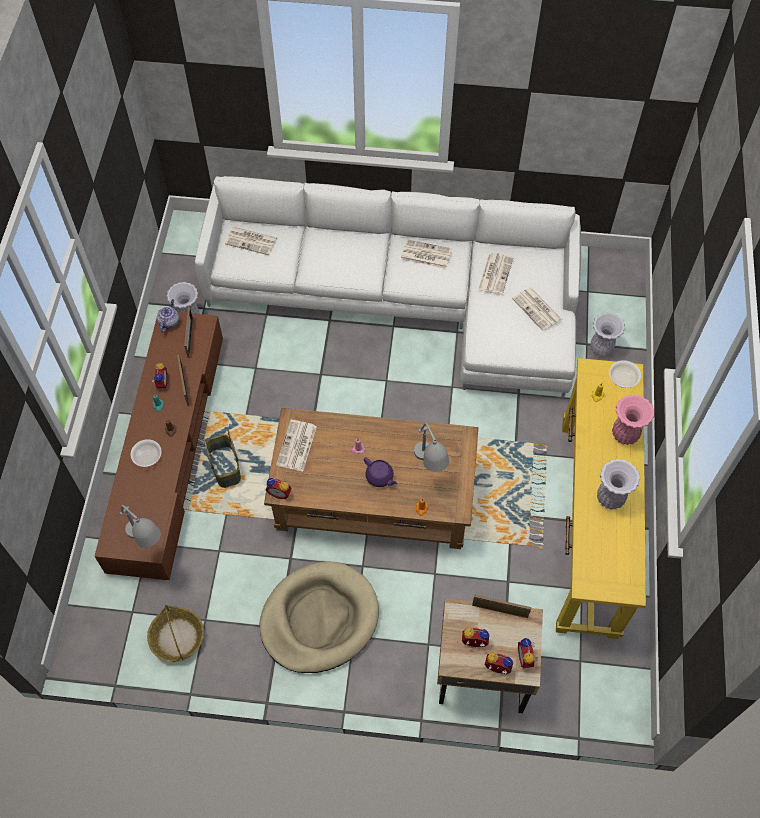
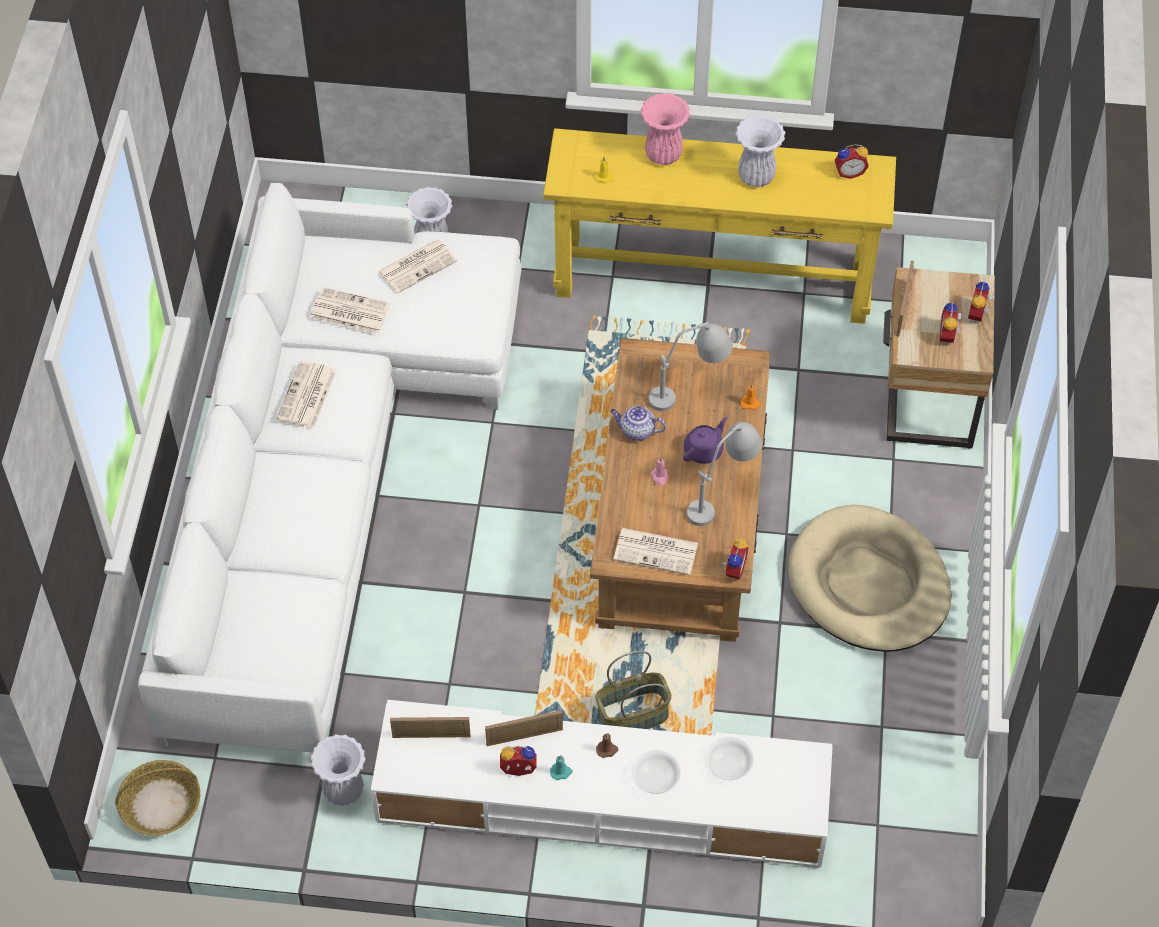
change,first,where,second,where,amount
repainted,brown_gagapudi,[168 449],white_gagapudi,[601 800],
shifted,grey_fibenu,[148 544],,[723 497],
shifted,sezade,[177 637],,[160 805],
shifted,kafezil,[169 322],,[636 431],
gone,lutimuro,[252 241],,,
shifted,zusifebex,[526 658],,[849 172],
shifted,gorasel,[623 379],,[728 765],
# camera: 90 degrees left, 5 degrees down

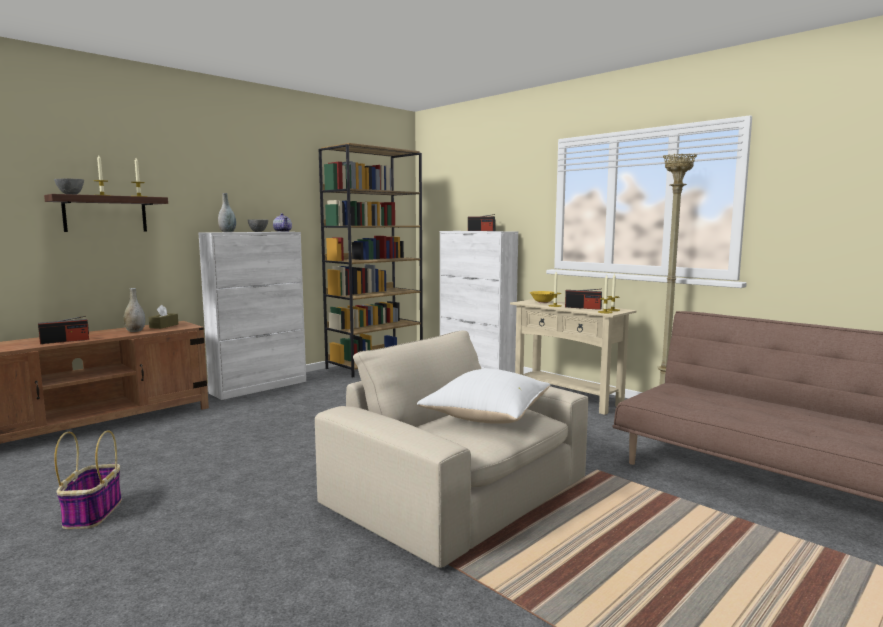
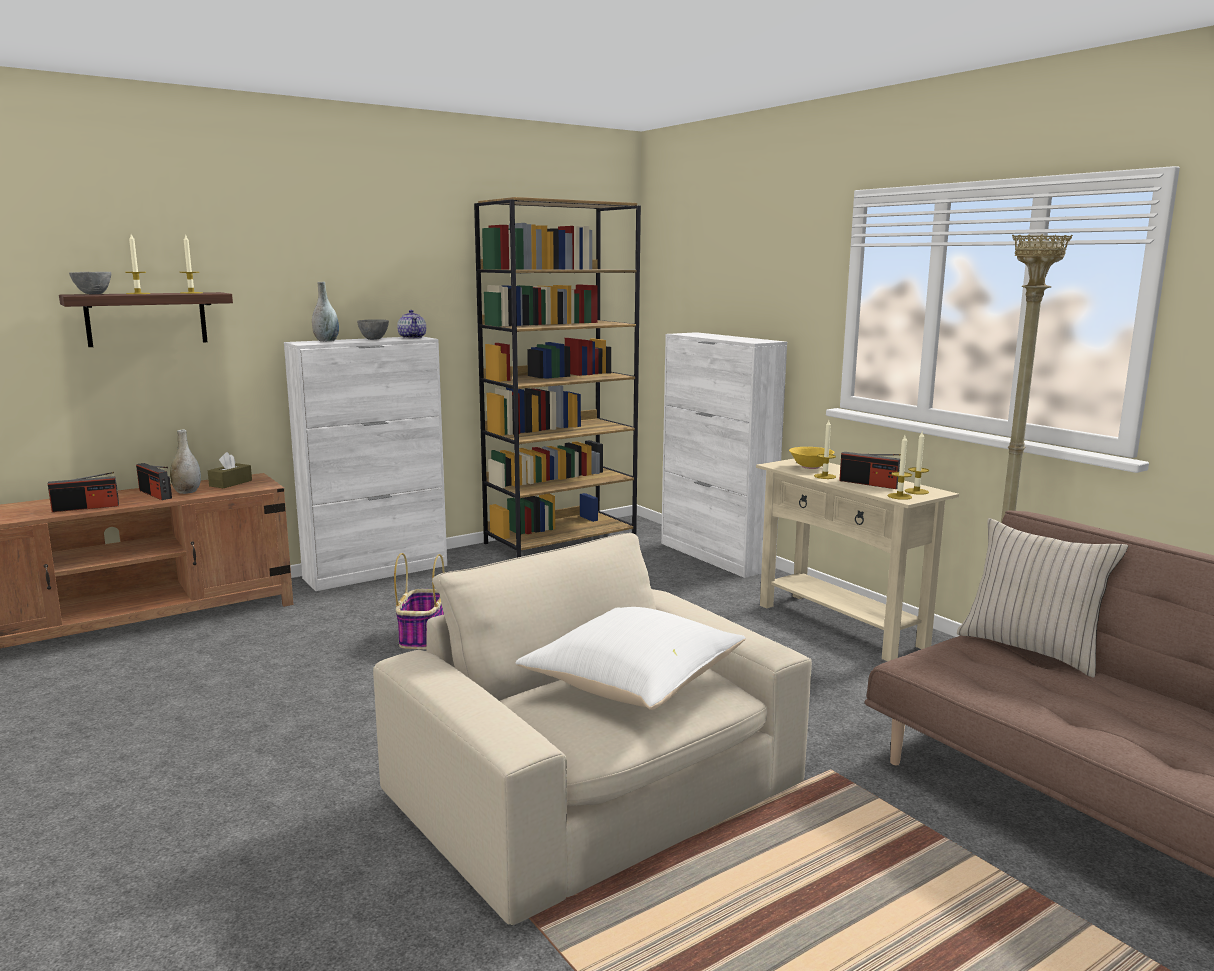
change,first,where,second,where,amount
shifted,sezade,[93 512],,[422 636],
shifted,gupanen,[481 231],,[155 494],
new,,,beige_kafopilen,[1031 649],
# camera: 10 degrees right, 5 degrees up

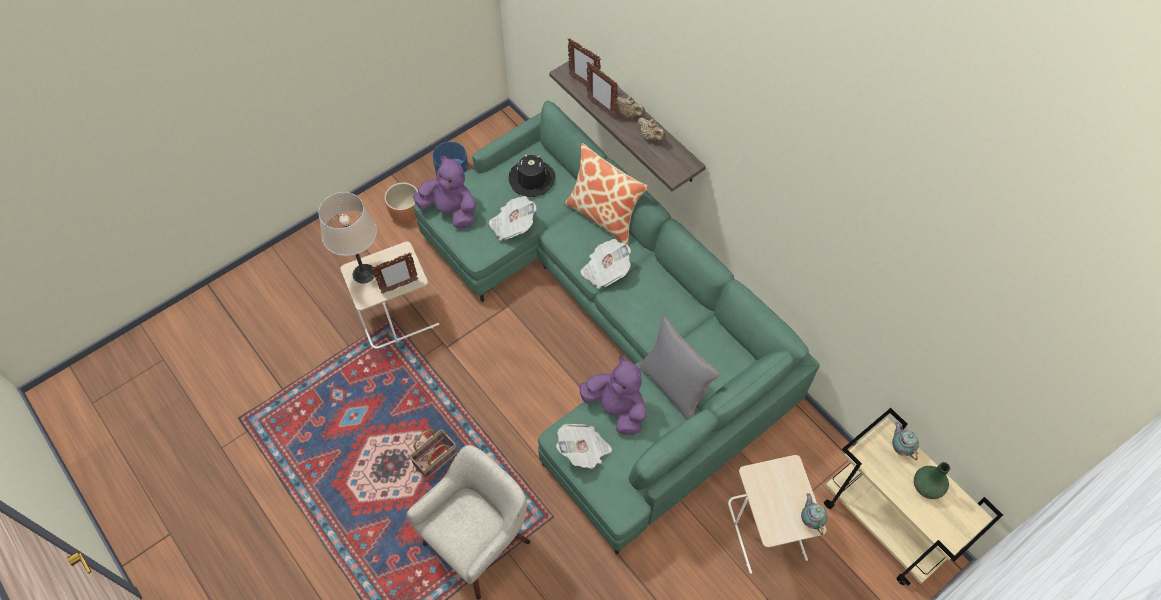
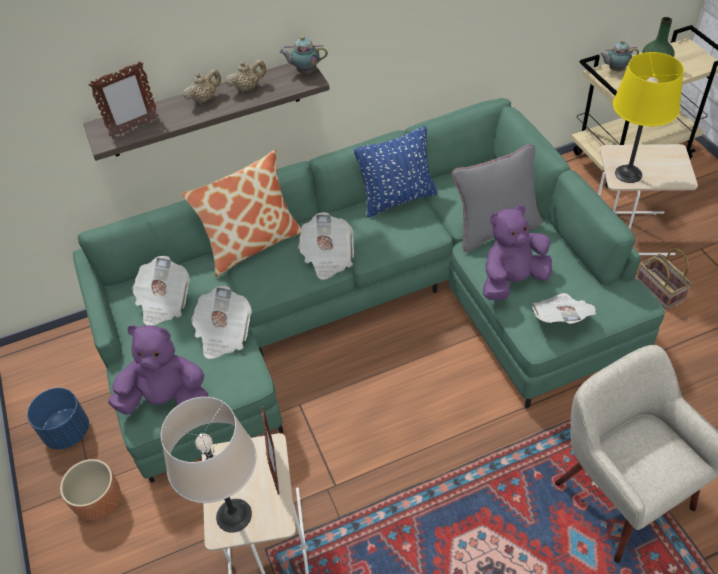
change,first,where,second,where,amount
shifted,sezade,[435 457],,[658 290],
rotated,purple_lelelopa,[450 211],,[166 399],45 degrees clockwise
swapped,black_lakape,[531 179],lutimuro,[164 302],
gone,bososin,[601 108],,,
shifted,kafezil,[810 519],,[305 71],
new,,,blue_kafopilen,[398 199],
new,,,yellow_fibenu,[628 174],
# camera: 70 degrees left, 10 degrees down

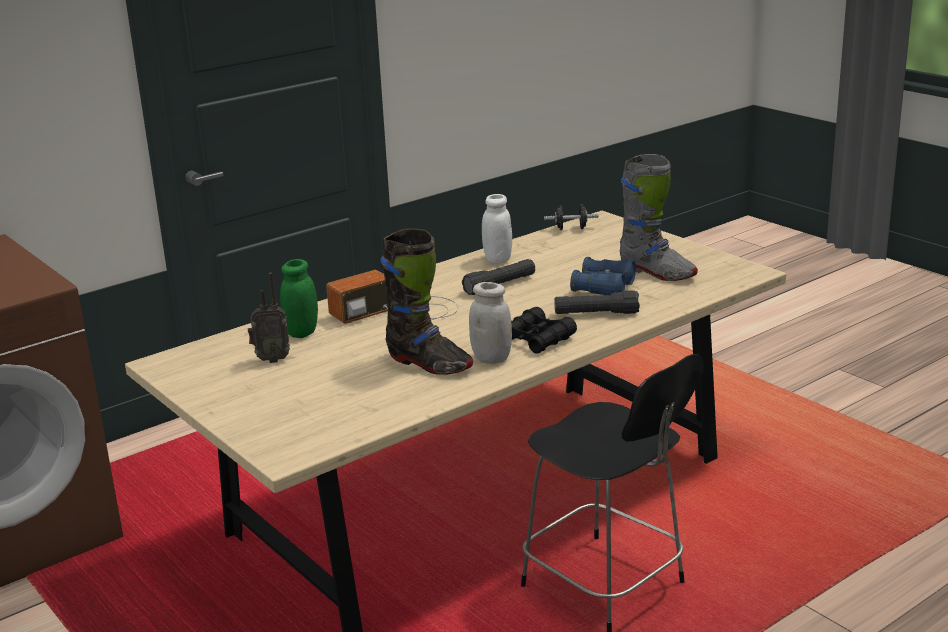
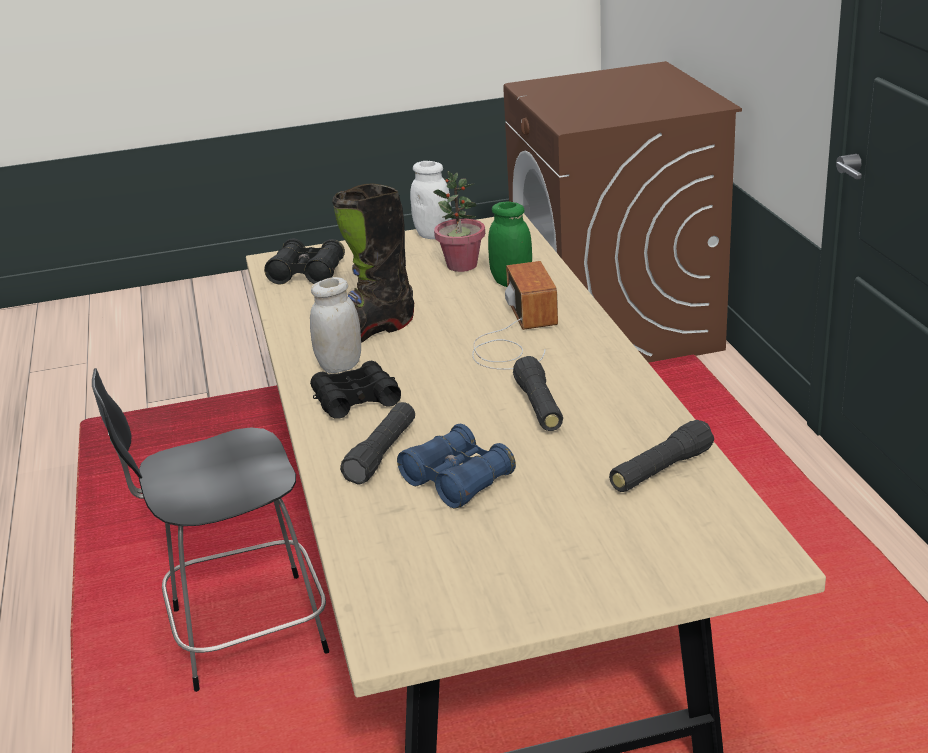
change,first,where,second,where,amount
swapped,gupanen,[271 359],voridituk,[462 265],
shifted,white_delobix,[497 259],,[433 235],
gone,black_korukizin,[571 229],,,
gone,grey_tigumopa,[657 273],,,
new,,,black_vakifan,[307 274],
new,,,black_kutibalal,[661 470],
# camera: 115 degrees right, 5 degrees up

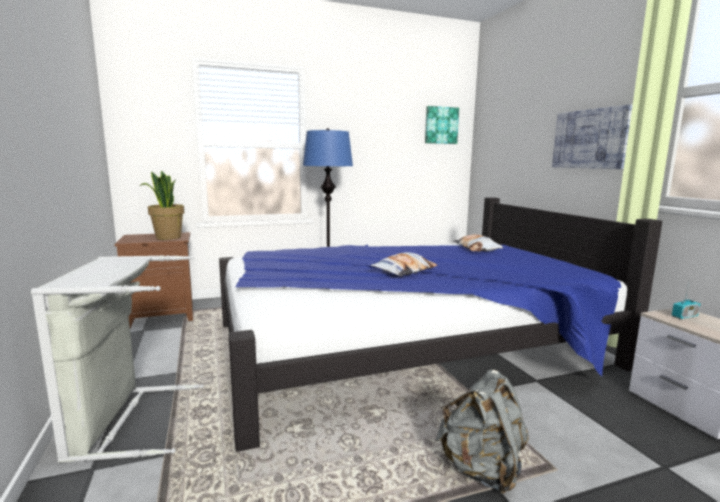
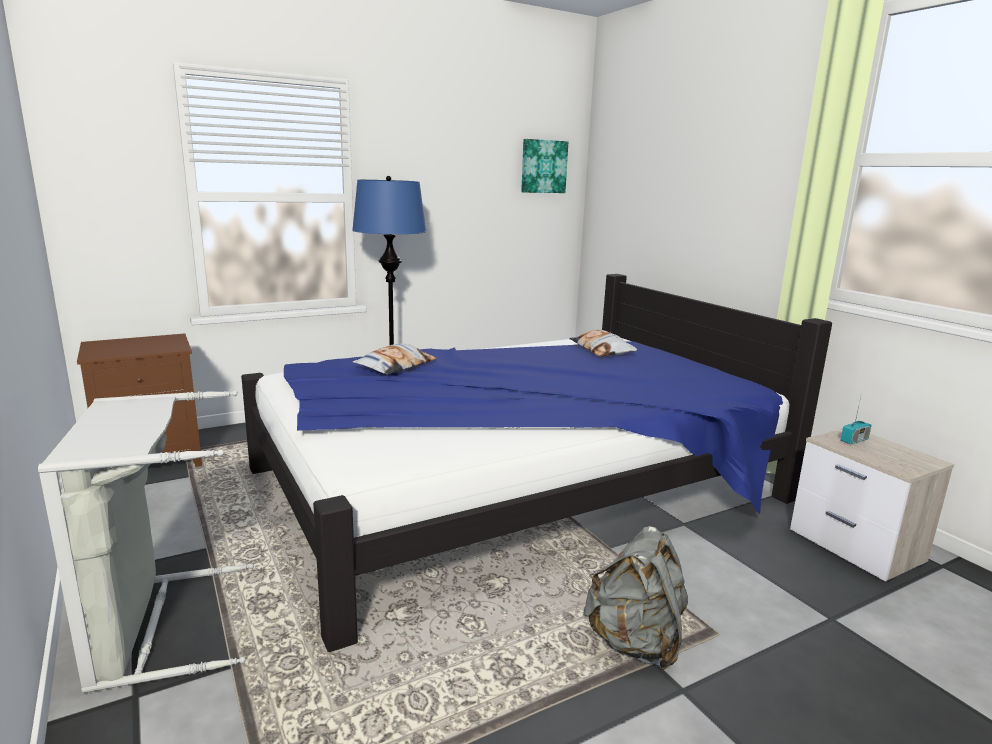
change,first,where,second,where,amount
gone,voridituk,[168 237],,,
shifted,kafopilen,[404 270],,[395 366],
gone,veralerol,[590 139],,,
# camera: 10 degrees left, 5 degrees up

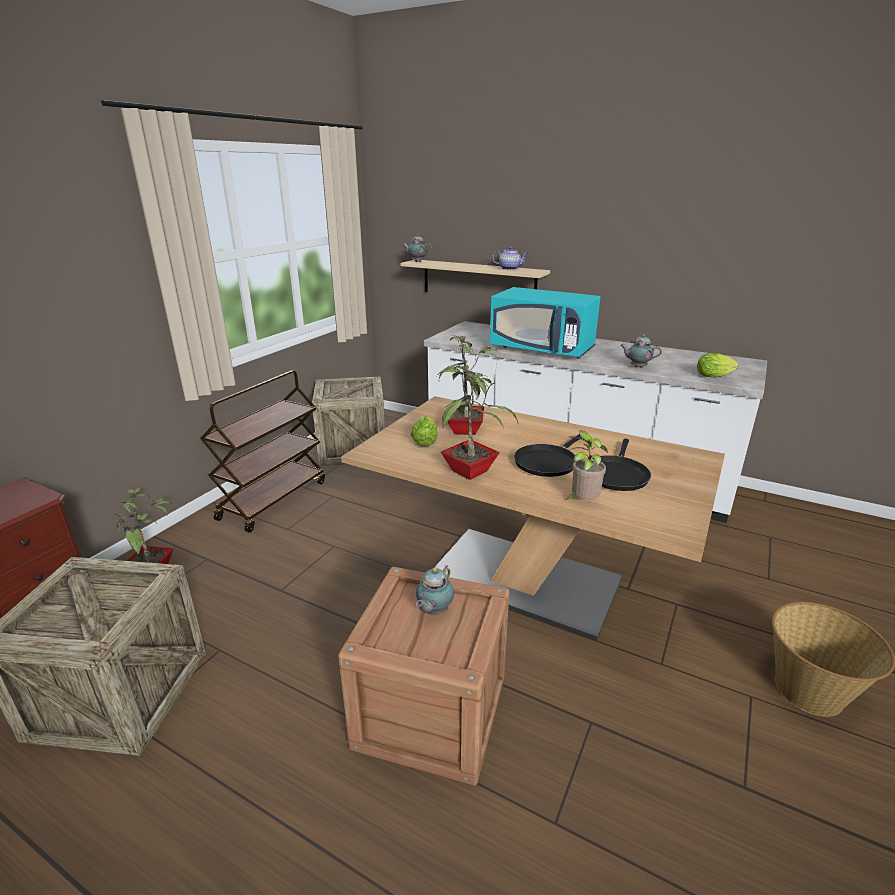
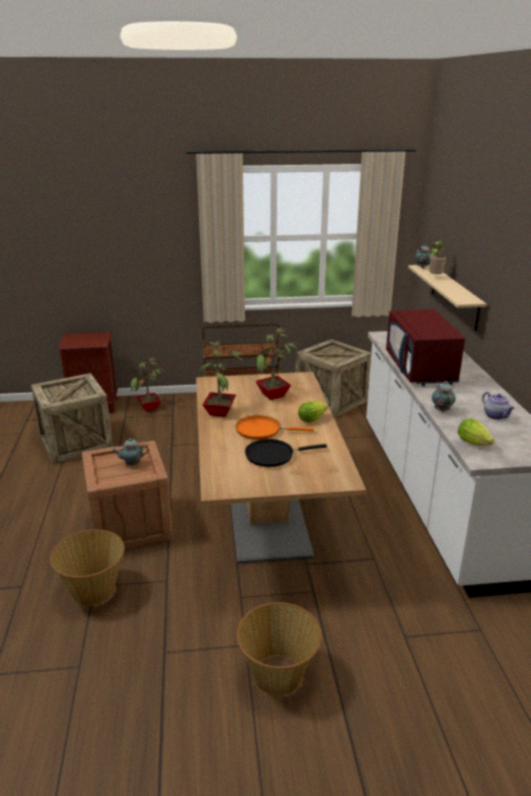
change,first,where,second,where,amount
shifted,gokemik,[424 440],,[313 419],
repainted,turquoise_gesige,[542 349],red_gesige,[420 369],
shifted,kafezil,[510 268],,[496 416],
repainted,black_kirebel,[547 462],orange_kirebel,[262 430],
shifted,voridituk,[582 502],,[435 277],
new,,,sezade,[93 591],
# camera: 55 degrees right, 0 degrees up

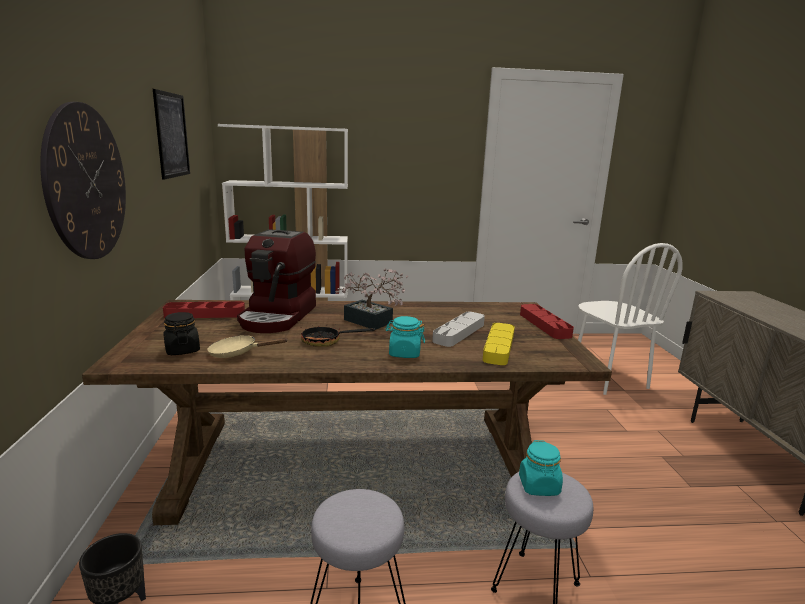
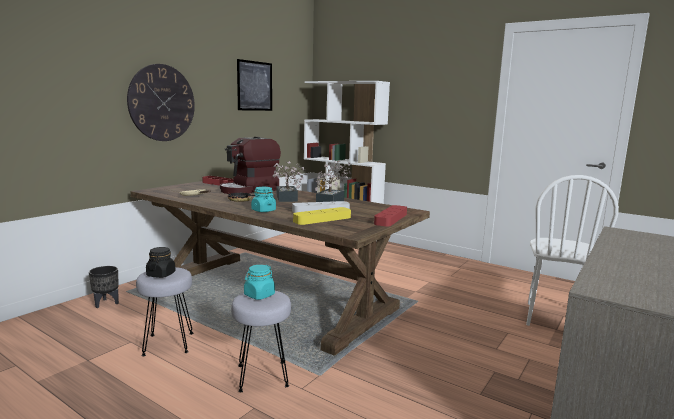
change,first,where,second,where,amount
shifted,black_delobix,[182 350],,[161 274],
new,,,voridituk,[332 201],
# camera: 40 degrees right, 5 degrees down

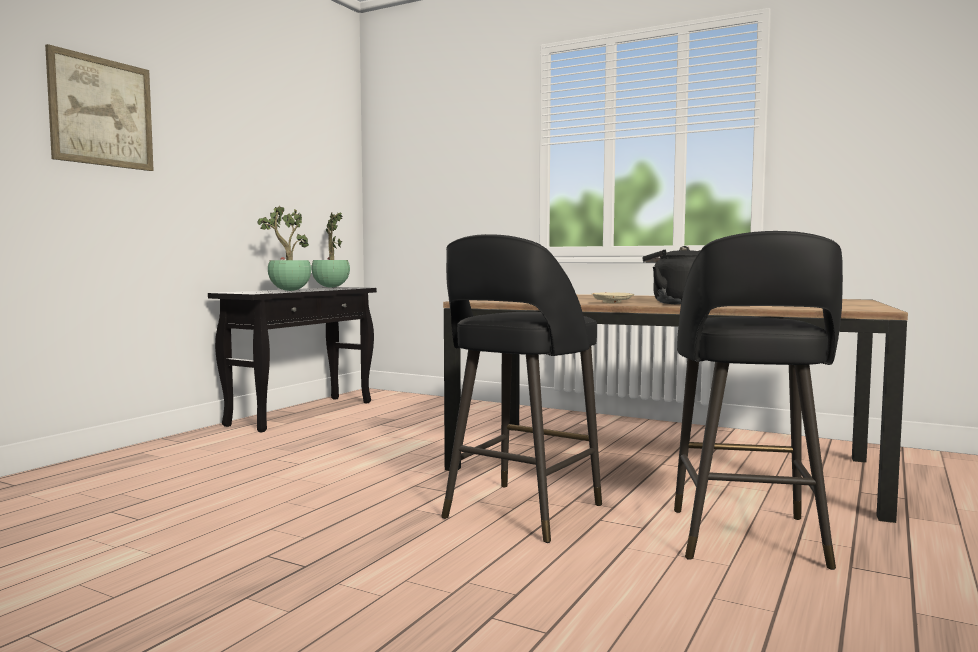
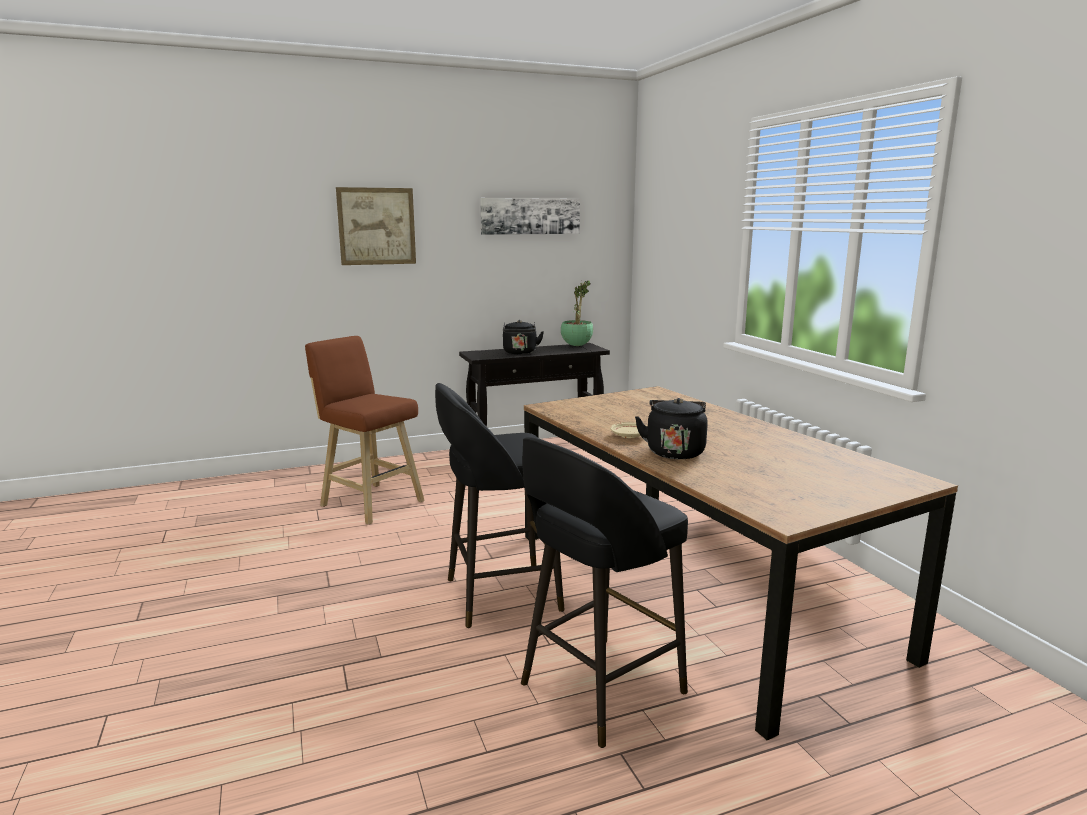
change,first,where,second,where,amount
swapped,voridituk,[289 291],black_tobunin,[520 353],
new,,,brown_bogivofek,[369 502],
new,,,veralerol,[530 216],
# camera: 40 degrees right, 10 degrees up

